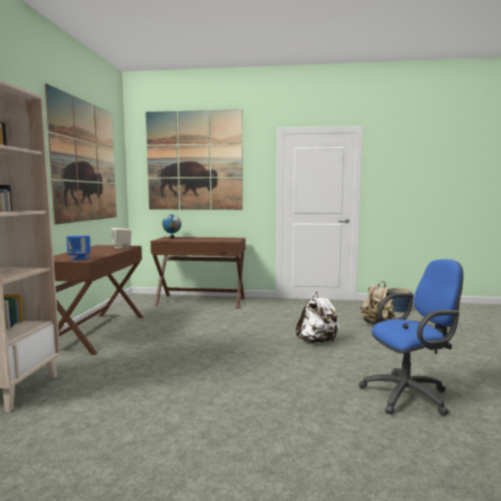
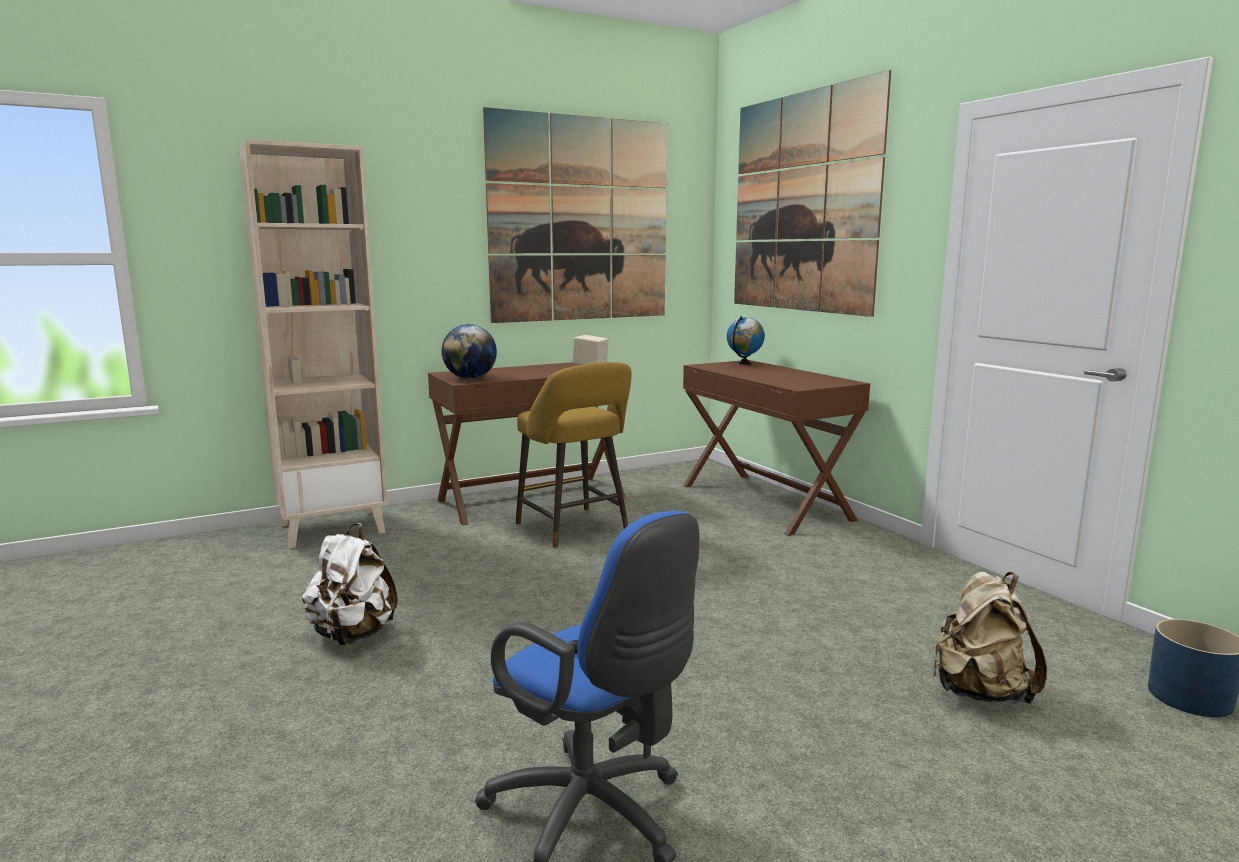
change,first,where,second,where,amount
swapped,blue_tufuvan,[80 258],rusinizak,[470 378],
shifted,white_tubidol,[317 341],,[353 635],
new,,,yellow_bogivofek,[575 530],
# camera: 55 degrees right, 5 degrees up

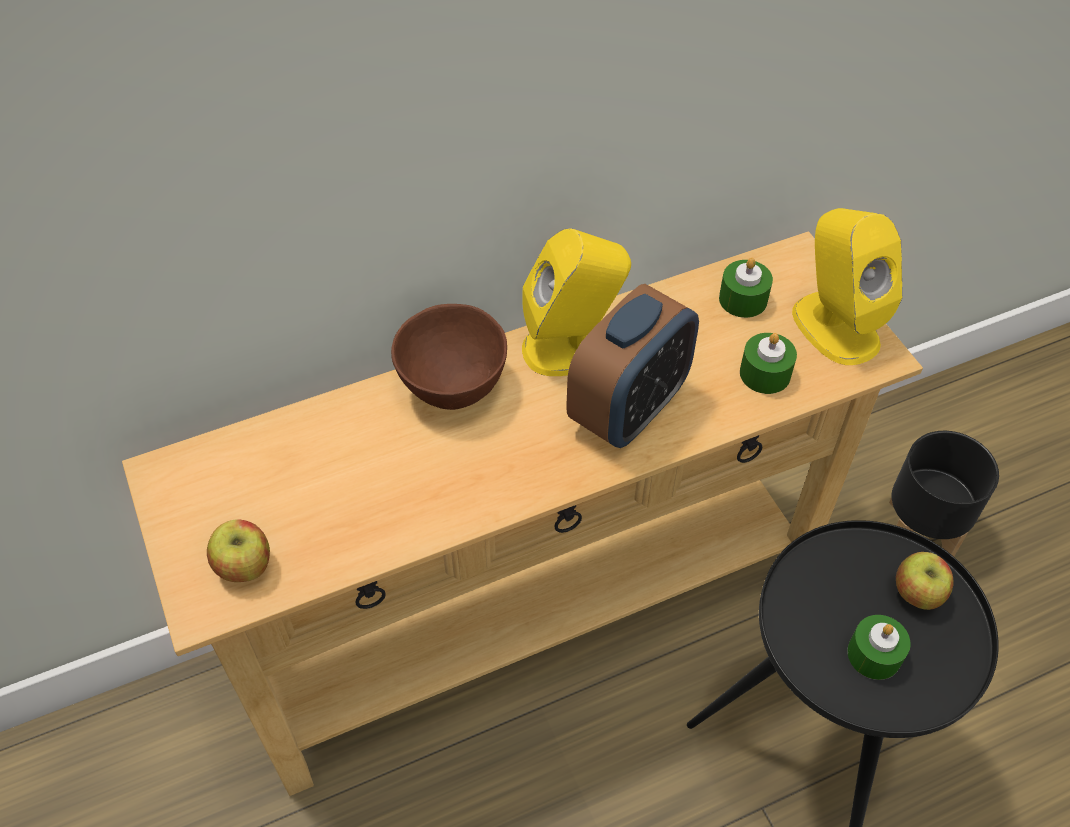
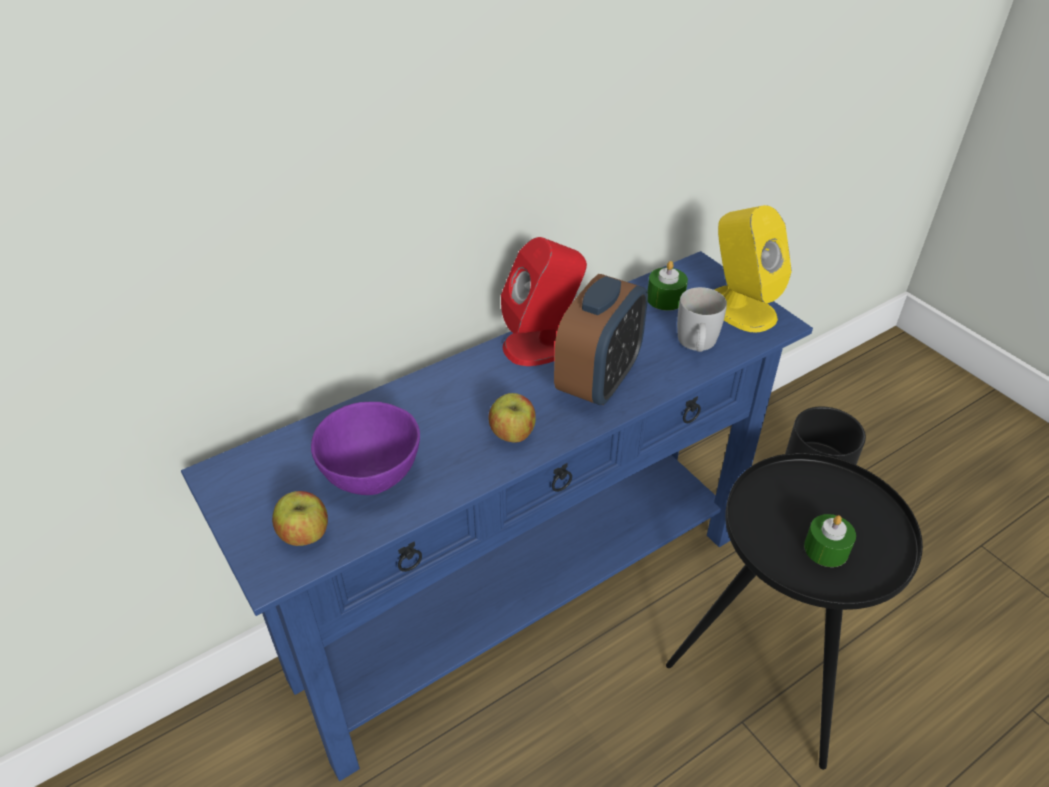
change,first,where,second,where,amount
repainted,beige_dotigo,[534 619],blue_dotigo,[523 603],
gone,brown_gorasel,[453 385],,,
repainted,yellow_tufuvan,[573 346],red_tufuvan,[543 344],
swapped,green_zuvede,[765 373],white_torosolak,[696 345],
shifted,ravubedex,[917 593],,[512 434],
new,,,purple_gorasel,[374 476],
# camera: 10 degrees left, 10 degrees down

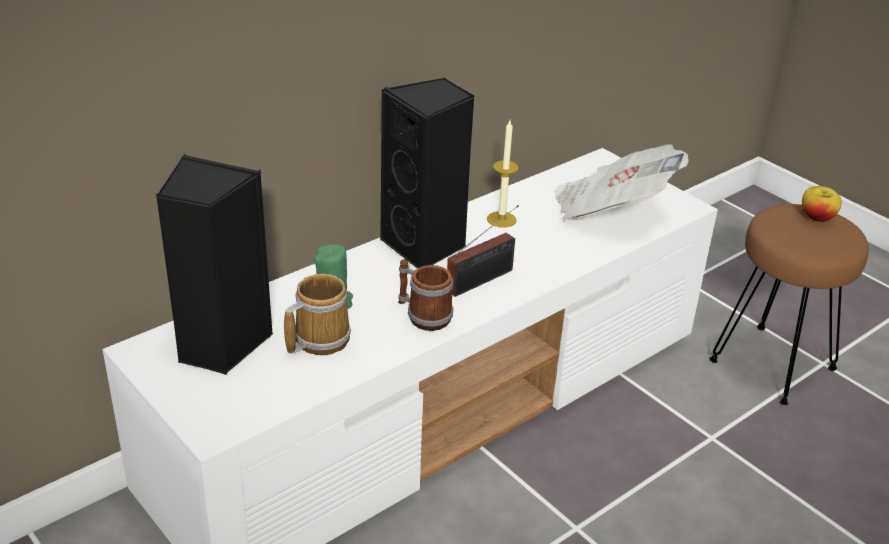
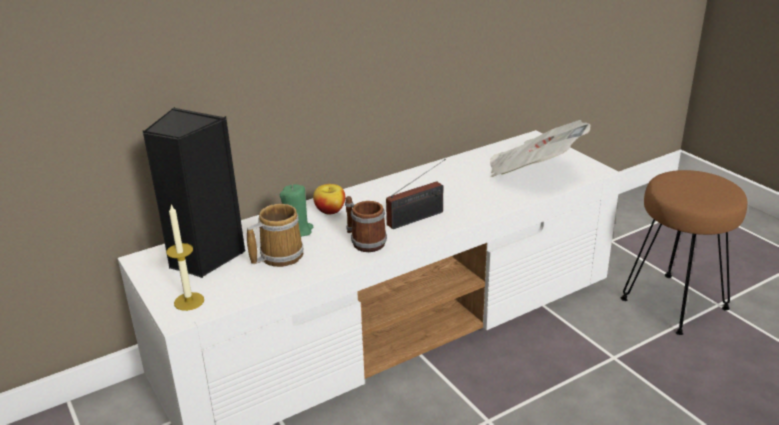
change,first,where,second,where,amount
gone,black_tufuvan,[426 247],,,
shifted,zuvede,[501 219],,[189 301],
shifted,ravubedex,[817 217],,[330 210],
# camera: 10 degrees right, 5 degrees down

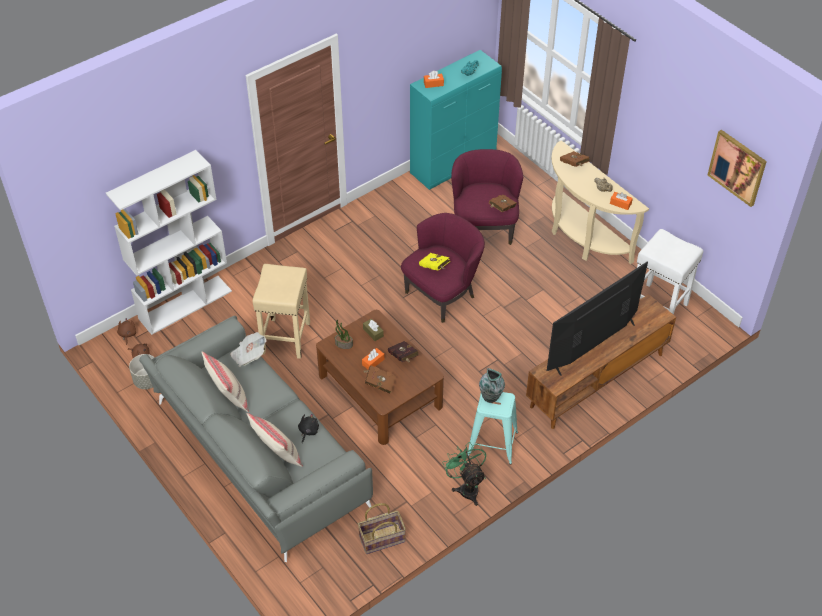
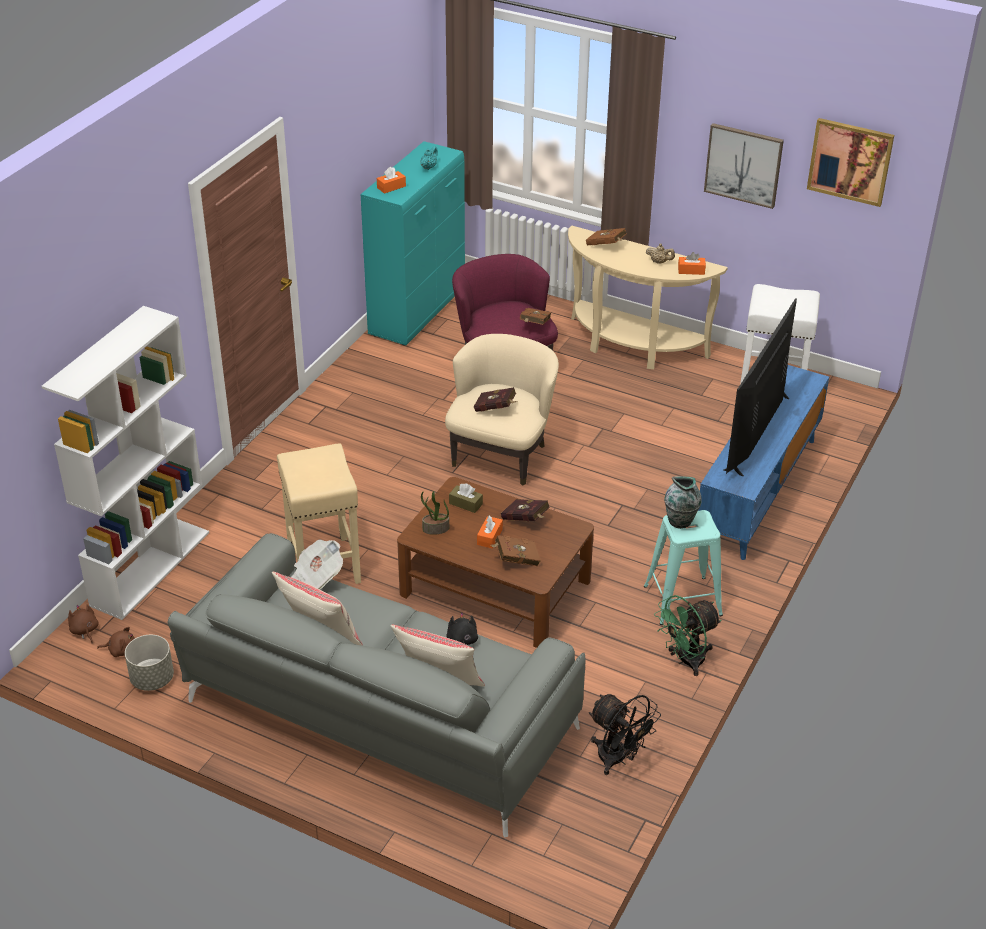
change,first,where,second,where,amount
swapped,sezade,[382 538],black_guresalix,[618 759],
repainted,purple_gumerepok,[442 294],beige_gumerepok,[501 454],
repainted,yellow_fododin,[435 267],red_fododin,[496 409],
rotated,green_guresalix,[466 487],,[685 661],75 degrees counterclockwise
repainted,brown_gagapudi,[596 381],blue_gagapudi,[758 491],
new,,,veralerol,[743 165],
# camera: 25 degrees left, 10 degrees down

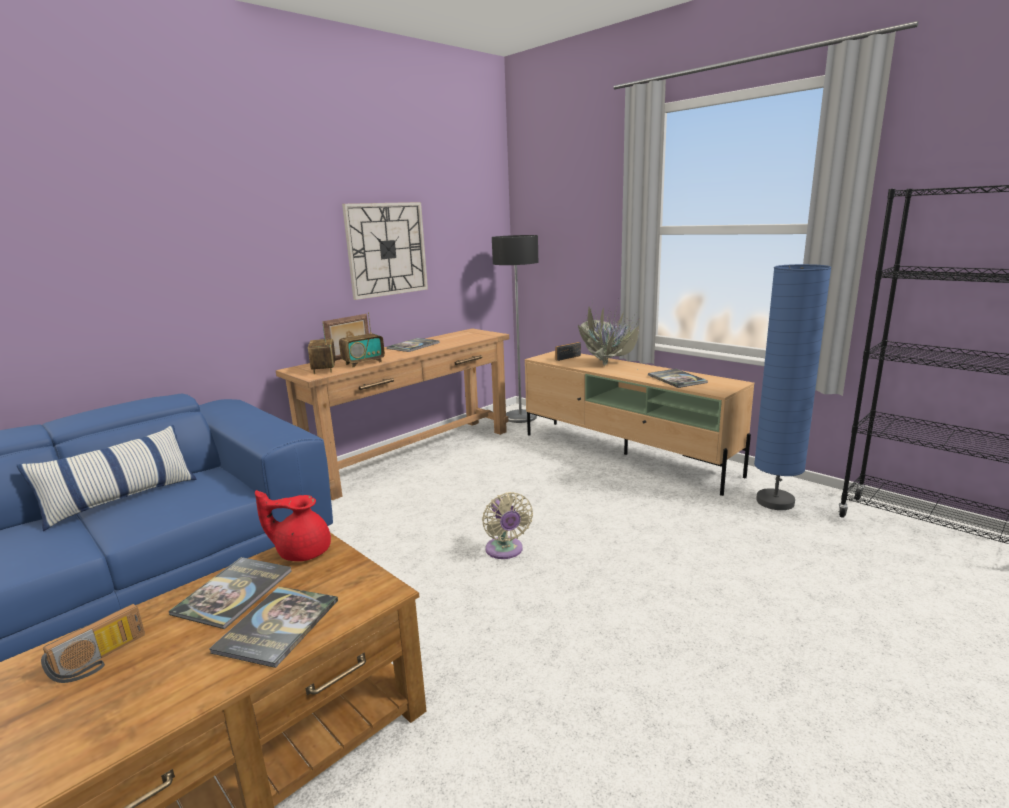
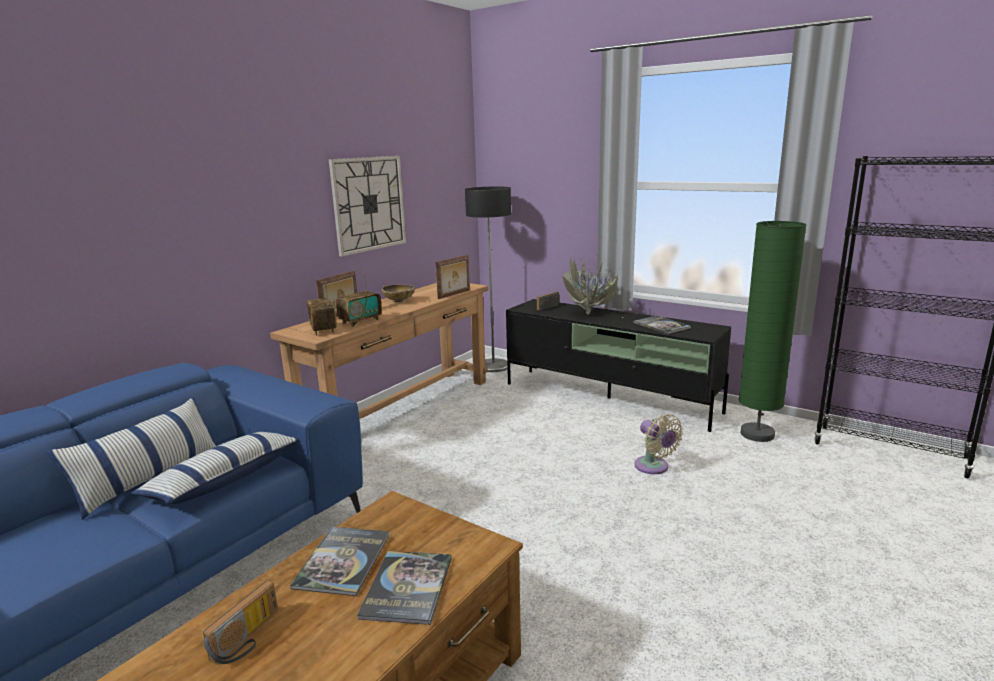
change,first,where,second,where,amount
gone,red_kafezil,[302 551],,,
swapped,fododin,[413 346],beige_gorasel,[399 301],
shifted,beige_guresalix,[505 551],,[654 467],
repainted,beige_gagapudi,[626 454],black_gagapudi,[610 398],
repainted,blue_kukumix,[775 502],green_kukumix,[757 434],
new,,,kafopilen,[224 480],
new,,,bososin,[454 294],
# camera: 10 degrees left, 0 degrees up

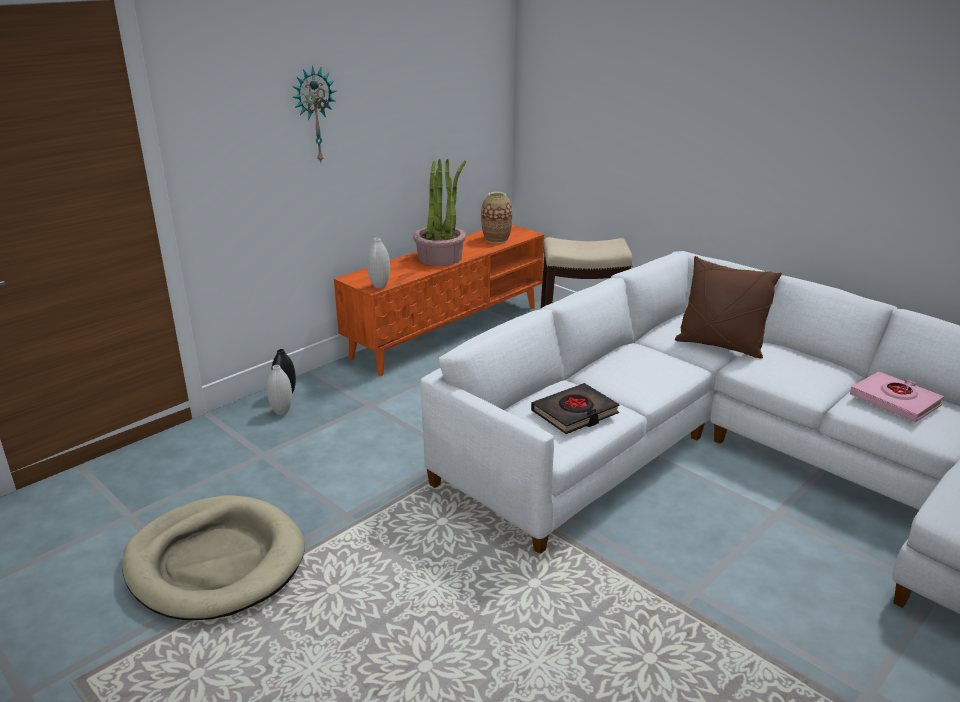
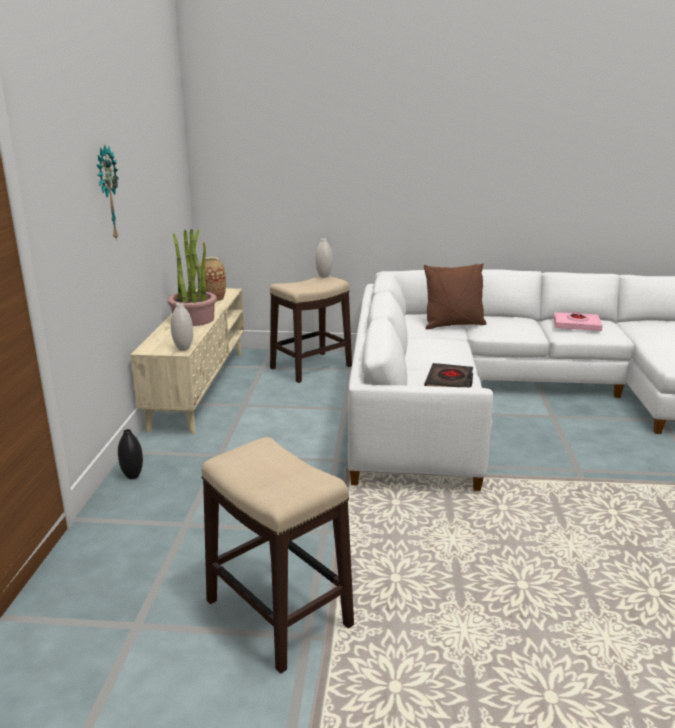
change,first,where,second,where,amount
swapped,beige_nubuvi,[215 562],bogivofek,[277 612],
shifted,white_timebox,[282 412],,[324 276],
repainted,orange_gagapudi,[447 331],beige_gagapudi,[199 387],
# camera: 40 degrees left, 5 degrees down

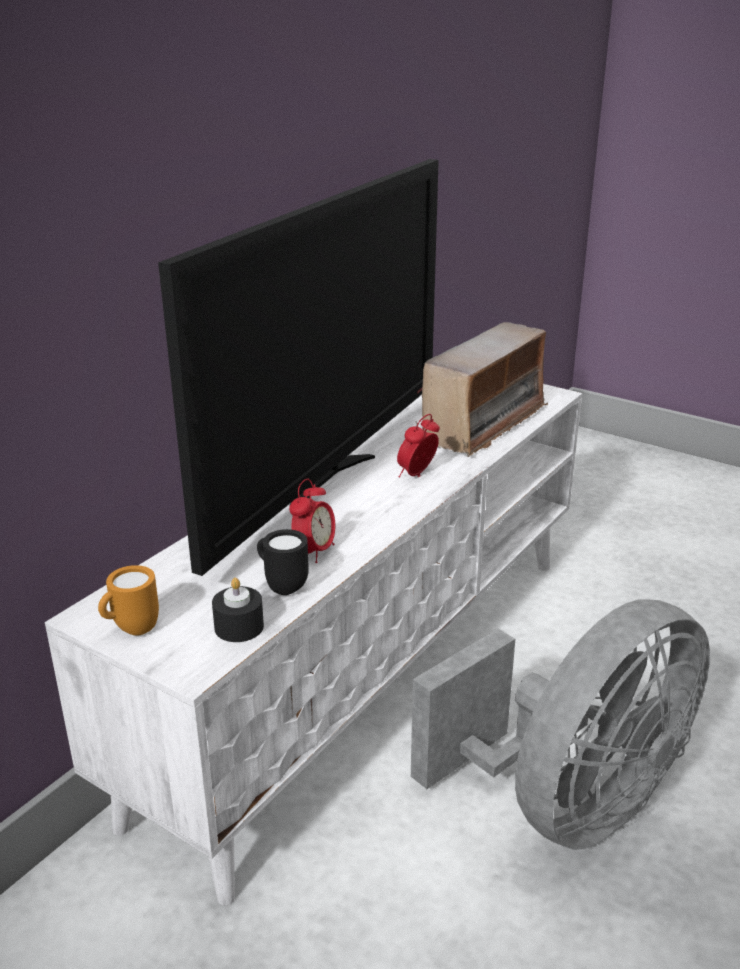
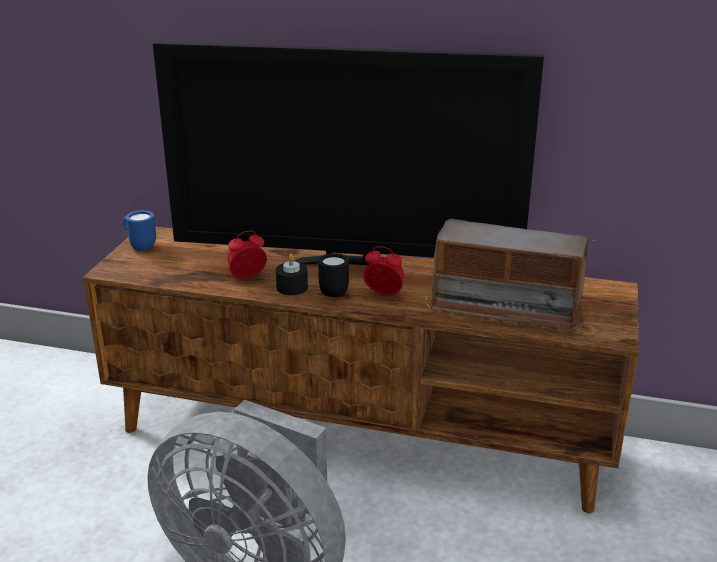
change,first,where,second,where,amount
repainted,white_gagapudi,[370 673],brown_gagapudi,[360 436],
repainted,orange_torosolak,[131 630],blue_torosolak,[140 246],
shifted,black_zuvede,[239 627],,[292 287],
shifted,black_torosolak,[282 586],,[335 291],
rotated,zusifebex,[314 552],,[247 278],150 degrees clockwise
# camera: 70 degrees right, 0 degrees up

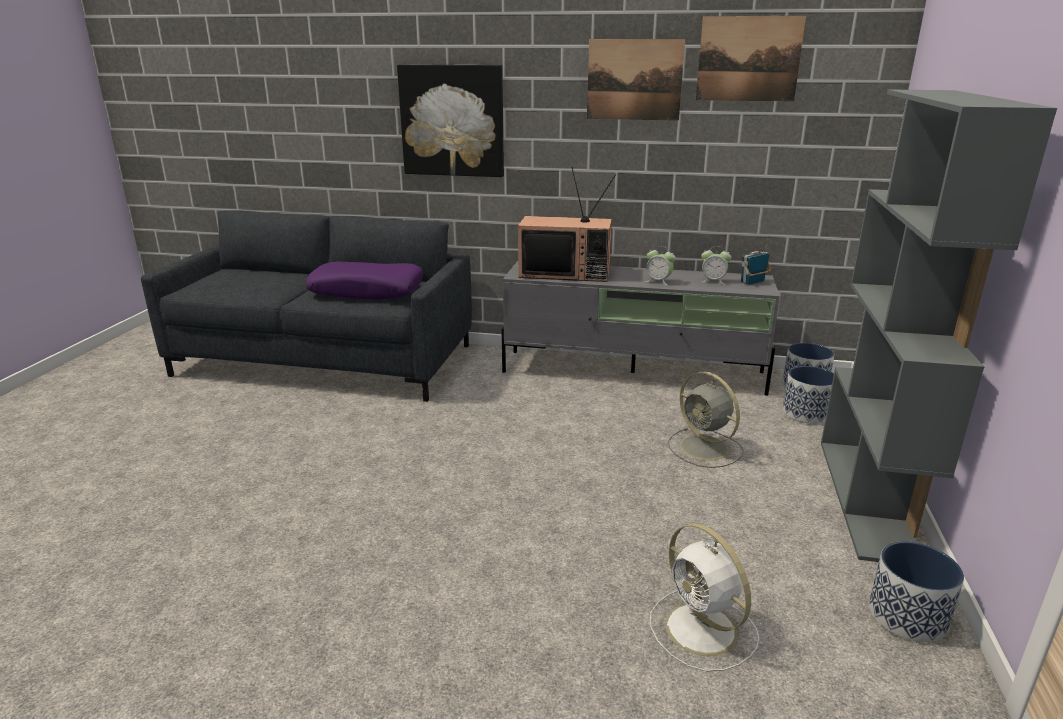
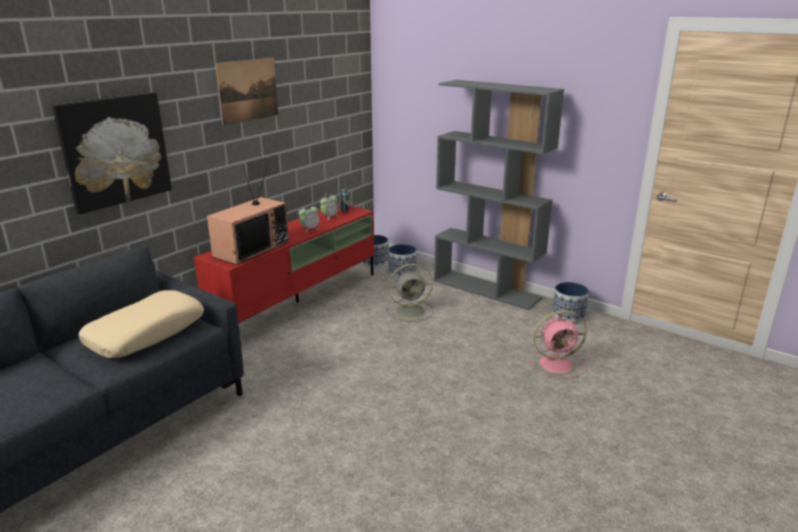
change,first,where,second,where,amount
repainted,purple_kafopilen,[367 291],beige_kafopilen,[146 333],
repainted,grey_gagapudi,[634 372],red_gagapudi,[298 301],
repainted,white_guresalix,[703 631],pink_guresalix,[558 364],
gone,veralerol,[748 59],,,
# camera: 65 degrees left, 0 degrees up

